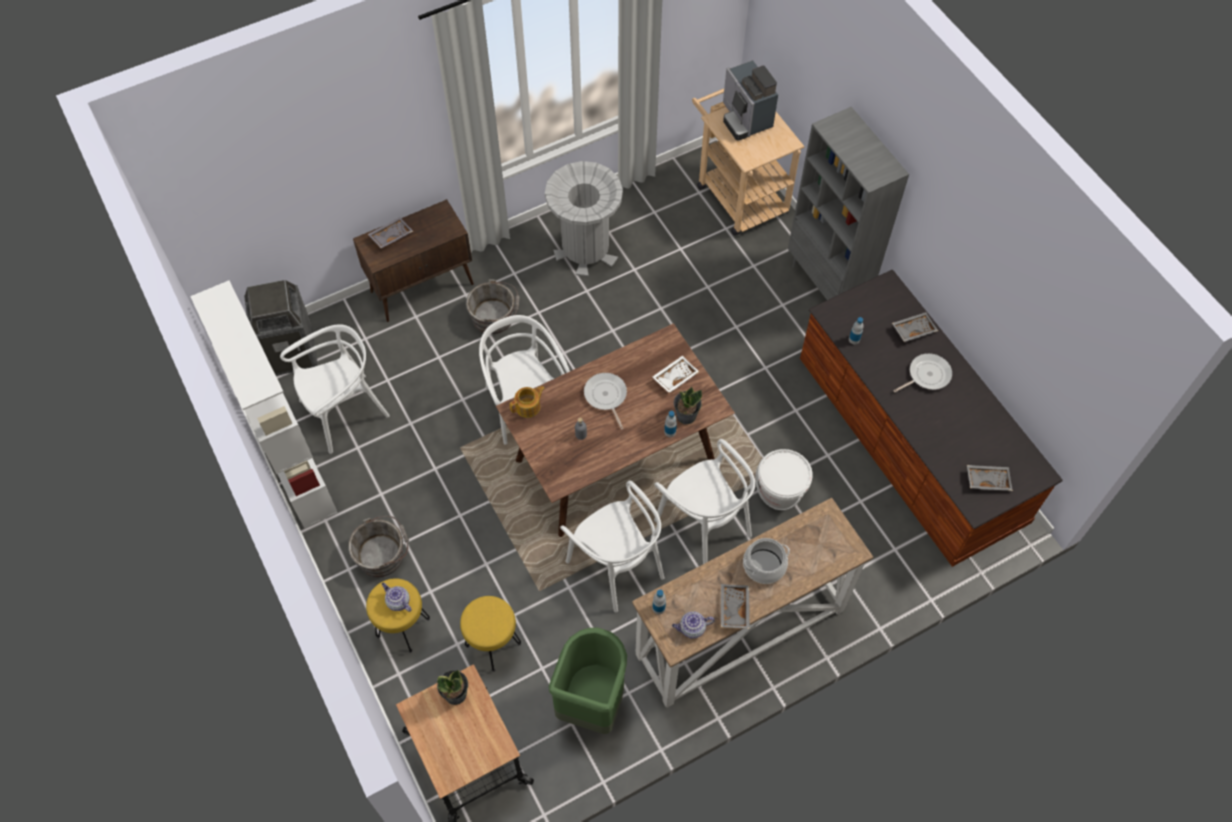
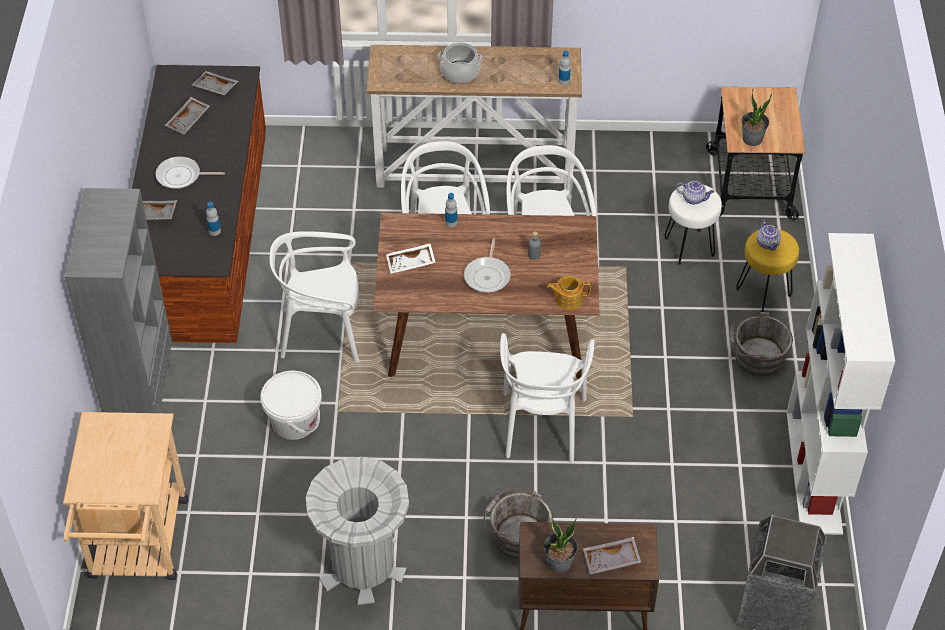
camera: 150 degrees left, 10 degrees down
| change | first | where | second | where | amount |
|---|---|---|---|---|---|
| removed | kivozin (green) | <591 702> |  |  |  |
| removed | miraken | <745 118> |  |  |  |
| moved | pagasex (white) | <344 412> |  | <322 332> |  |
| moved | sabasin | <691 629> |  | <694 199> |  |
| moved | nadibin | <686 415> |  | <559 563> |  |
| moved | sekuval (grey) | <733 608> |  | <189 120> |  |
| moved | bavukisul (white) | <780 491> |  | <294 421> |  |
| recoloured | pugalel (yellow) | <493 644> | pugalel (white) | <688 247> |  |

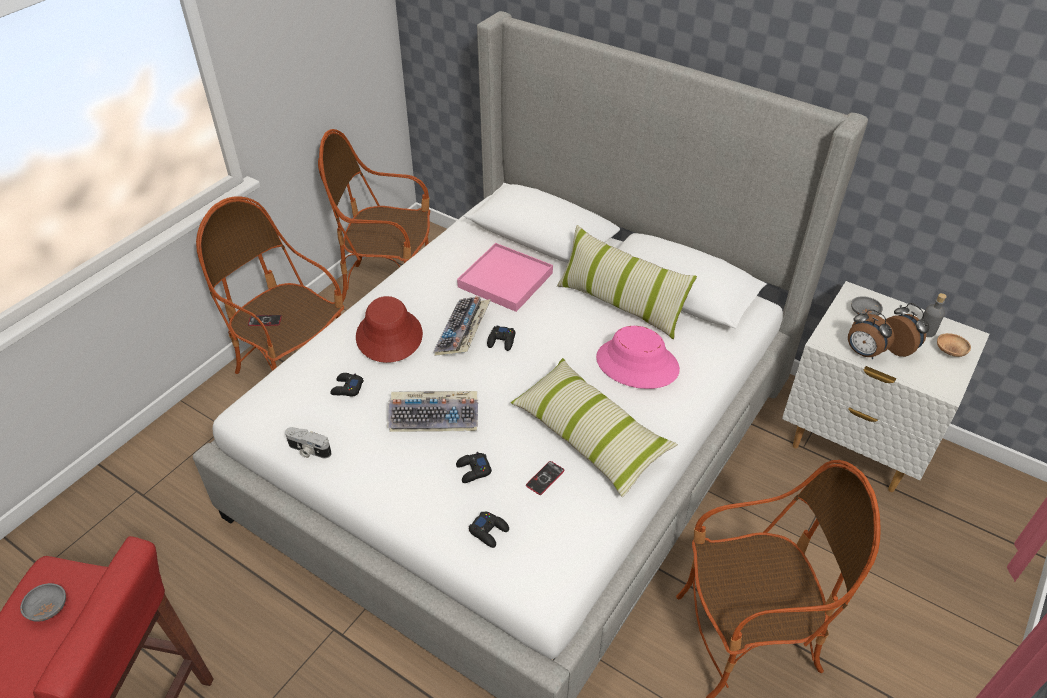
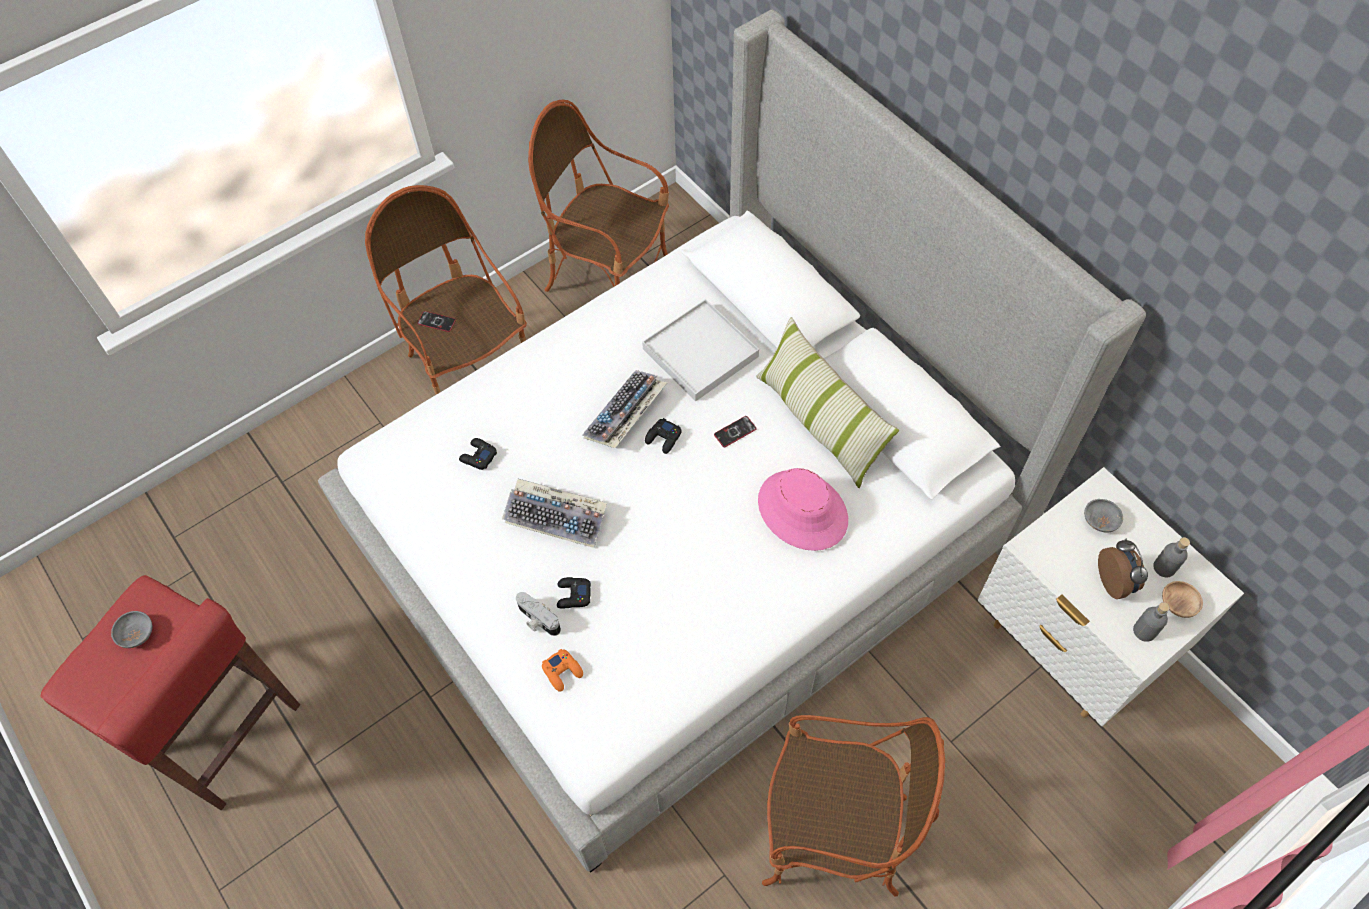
camera: 20 degrees right, 15 degrees up
| change | first | where | second | where | amount |
|---|---|---|---|---|---|
| removed | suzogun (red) | <389 336> |  |  |  |
| removed | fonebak | <589 435> |  |  |  |
| removed | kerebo | <862 352> |  |  |  |
| added |  |  | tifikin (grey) | <1144 631> |  |
| moved | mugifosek | <308 450> |  | <537 620> |  |
| moved | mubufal | <545 478> |  | <735 432> |  |
| recoloured | sekuval (pink) | <505 280> | sekuval (white) | <700 353> |  |
| recoloured | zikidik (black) | <489 531> | zikidik (orange) | <563 671> |  |

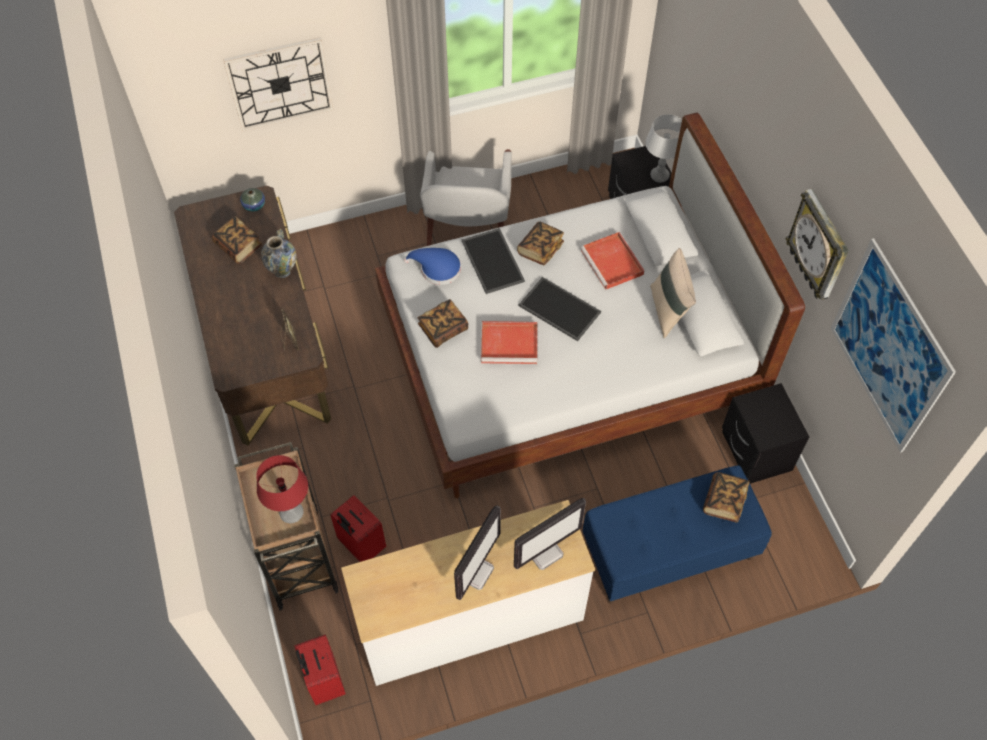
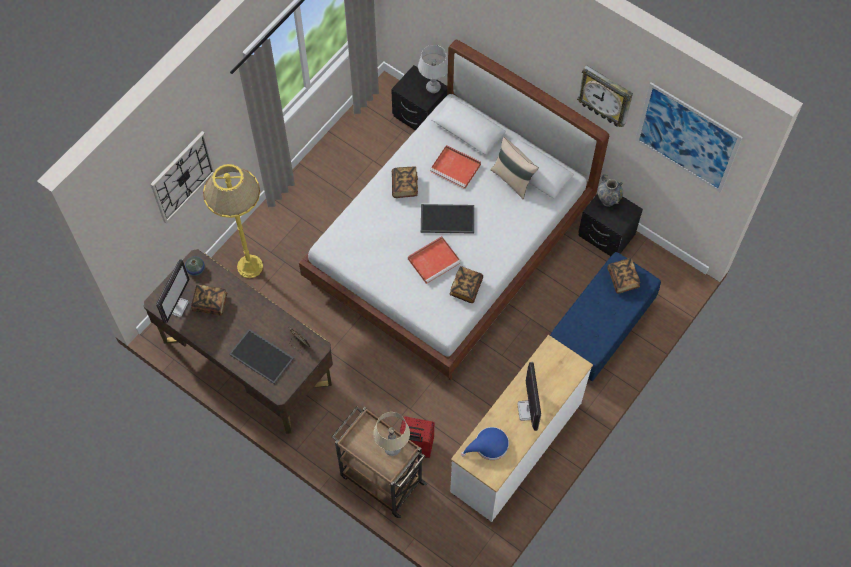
camera: 35 degrees left, 5 degrees up
| change | first | where | second | where | amount |
|---|---|---|---|---|---|
| removed | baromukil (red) | <323 681> |  |  |  |
| removed | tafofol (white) | <467 234> |  |  |  |
| added |  |  | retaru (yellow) | <250 266> |  |
| moved | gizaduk | <282 271> |  | <608 201> |  |
| moved | suzogun (blue) | <437 269> |  | <488 446> |  |
| moved | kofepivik | <443 329> |  | <466 288> |  |
| moved | sekuval | <494 261> |  | <262 356> |  |
| moved | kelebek | <544 551> |  | <176 305> |  |
| recoloured | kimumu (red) | <292 513> | kimumu (beige) | <392 448> |  |

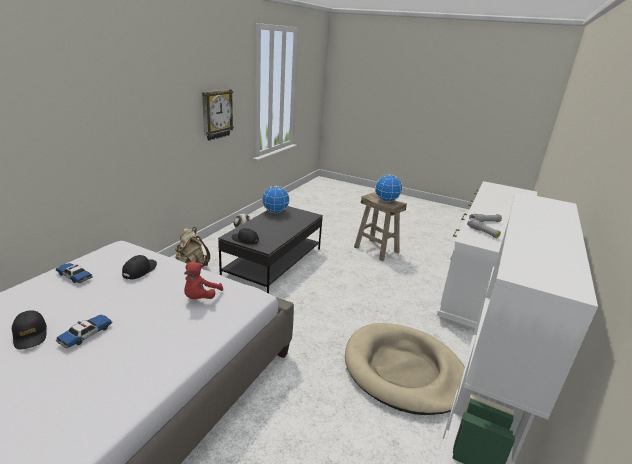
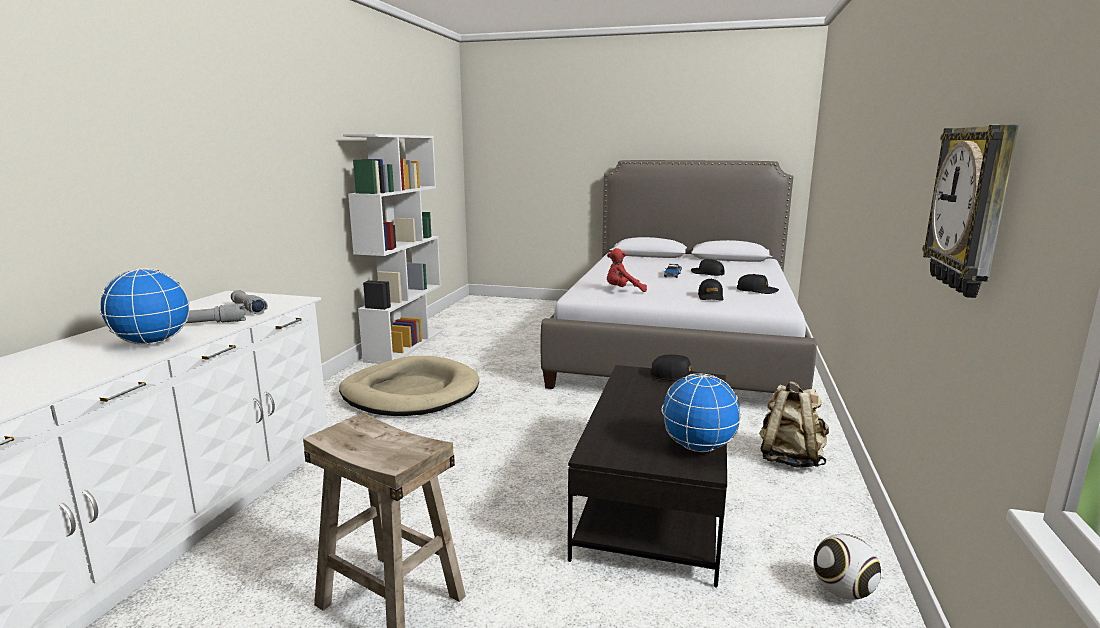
camera: 170 degrees right, 10 degrees down
| change | first | where | second | where | amount |
|---|---|---|---|---|---|
| moved | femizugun | <386 200> |  | <152 342> |  |
| replaced | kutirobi | <74 276> | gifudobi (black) | <757 290> |  |
| turned | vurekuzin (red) | <200 298> |  | <623 291> | 105 degrees counterclockwise |

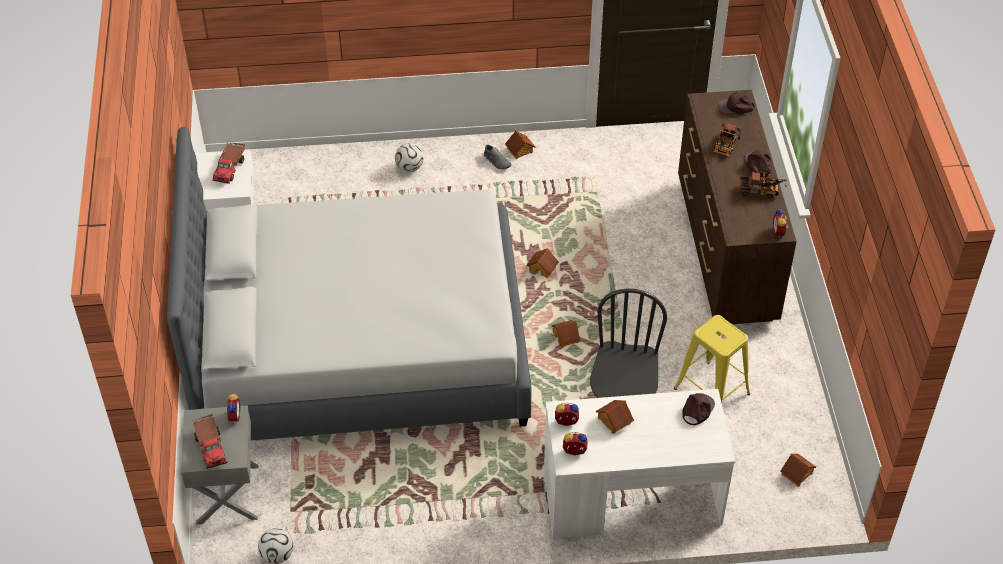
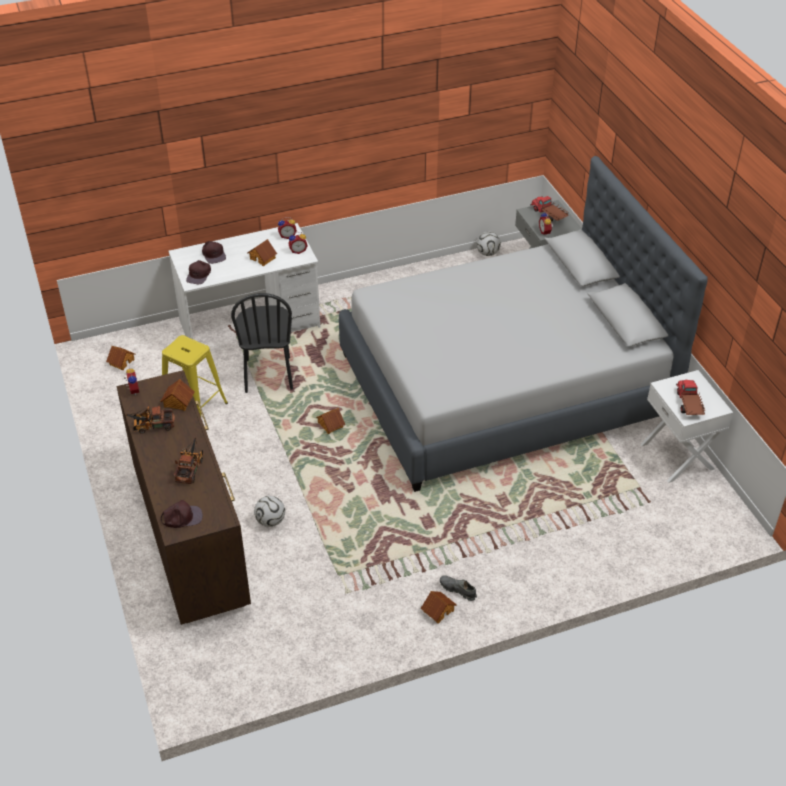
camera: 165 degrees right, 5 degrees down
| change | first | where | second | where | amount |
|---|---|---|---|---|---|
| moved | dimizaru | <409 168> |  | <270 521> |  |
| moved | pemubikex | <542 268> |  | <178 402> |  |
| moved | gifudobi (brown) | <757 165> |  | <214 254> |  |

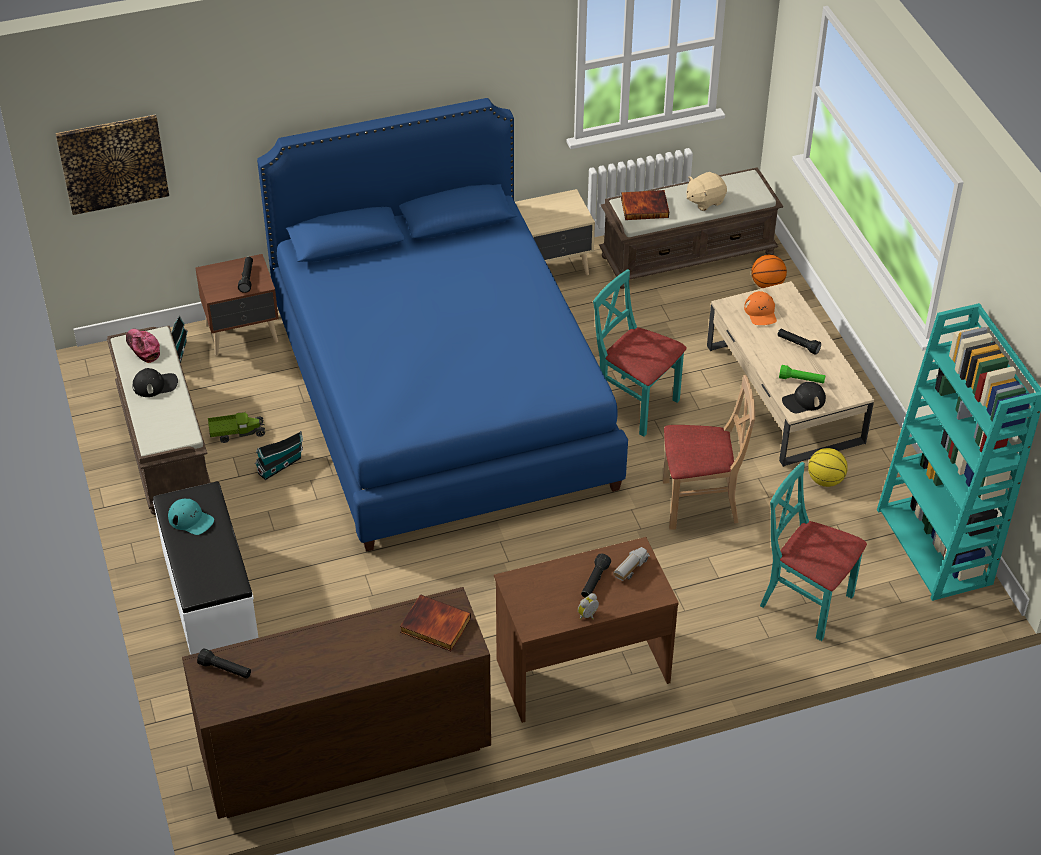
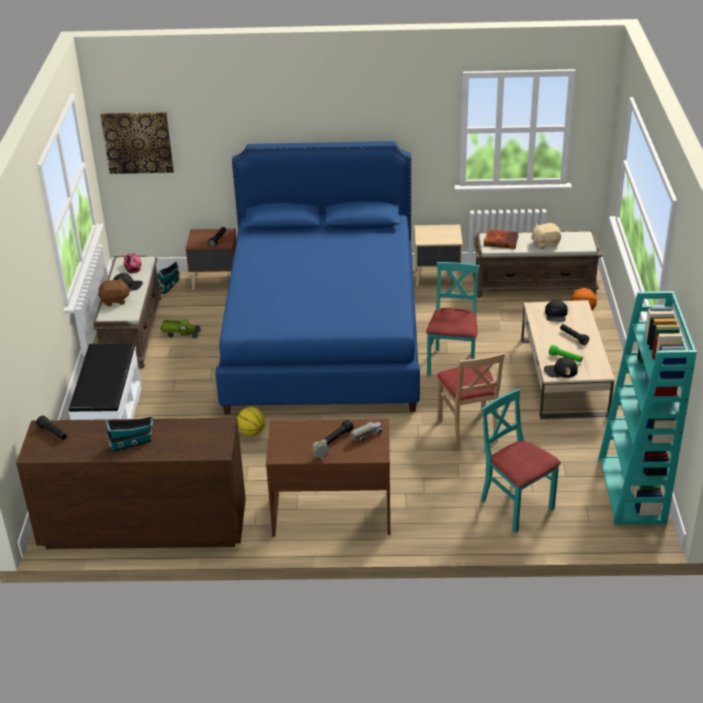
camera: 20 degrees right, 10 degrees down
| change | first | where | second | where | amount |
|---|---|---|---|---|---|
| removed | gifudobi (turquoise) | <191 519> |  |  |  |
| removed | kofepivik | <434 626> |  |  |  |
| added |  |  | vurekuzin (brown) | <115 300> |  |
| moved | pemubikex | <281 465> |  | <132 443> |  |
| moved | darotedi | <825 480> |  | <251 432> |  |
| recoloured | gifudobi (orange) | <760 312> | gifudobi (black) | <556 314> |  |
| turned | pagasex (turquoise) | <635 404> |  | <452 364> | 45 degrees clockwise |
| turned | pagasex (beige) | <700 503> |  | <468 430> | 60 degrees clockwise |

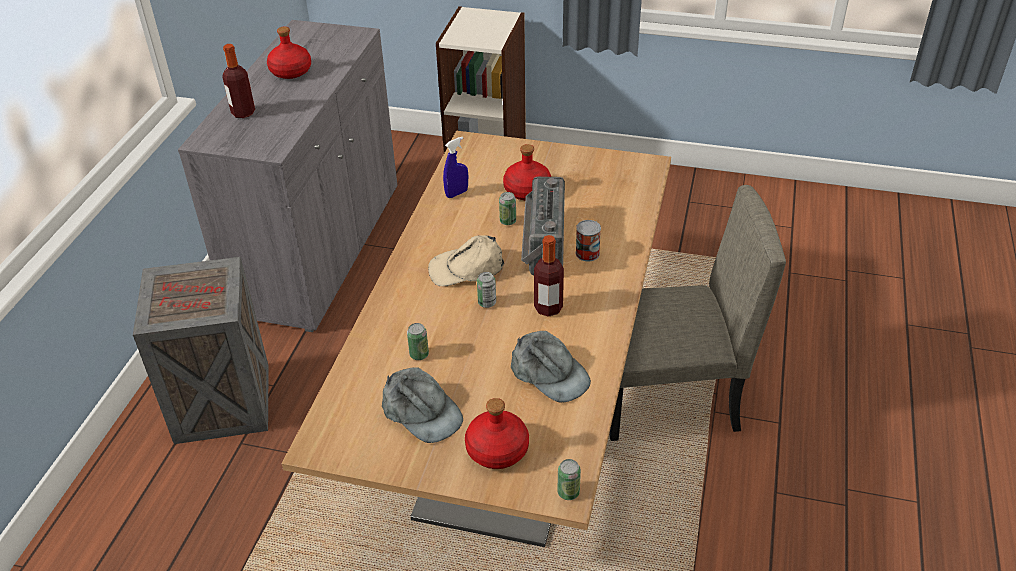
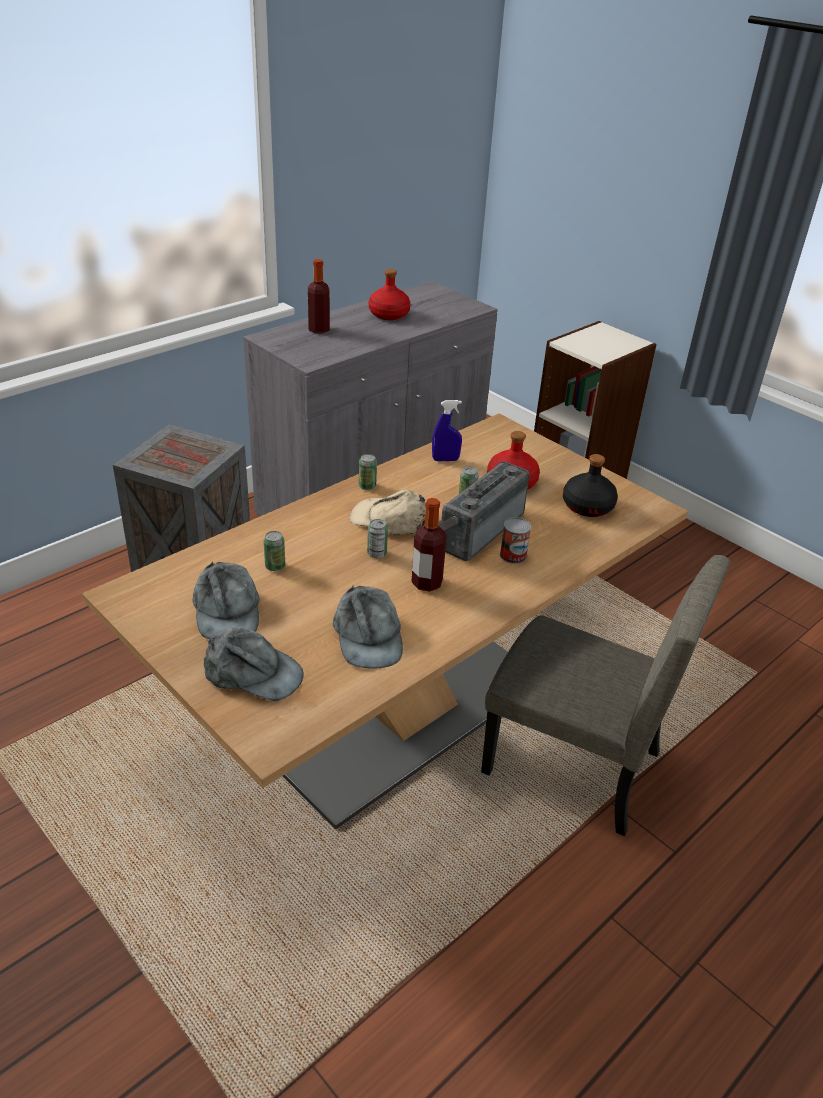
camera: 30 degrees right, 5 degrees down
| change | first | where | second | where | amount |
|---|---|---|---|---|---|
| added |  |  | tifikin (black) | <588 507> |  |
| moved | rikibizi | <568 492> |  | <367 486> |  |
| replaced | tifikin (red) | <496 450> | gifudobi (grey) | <253 673> |  |

